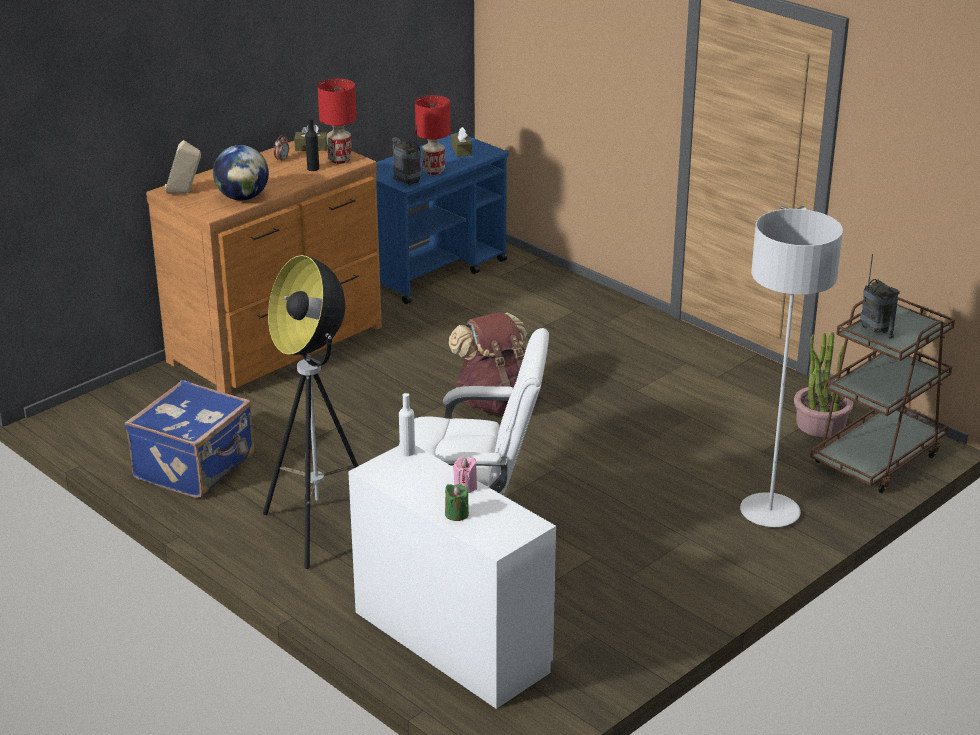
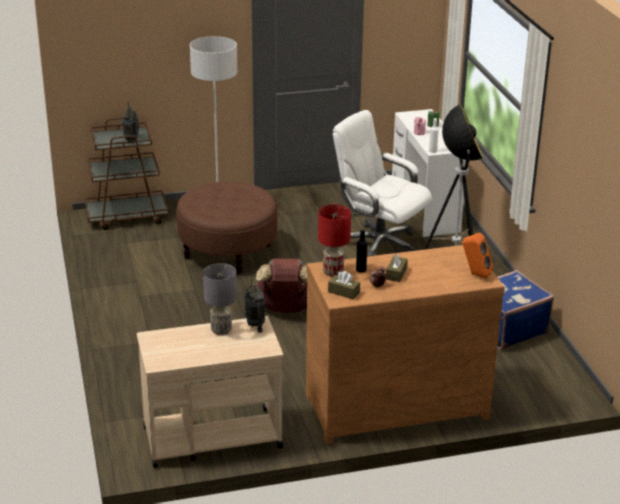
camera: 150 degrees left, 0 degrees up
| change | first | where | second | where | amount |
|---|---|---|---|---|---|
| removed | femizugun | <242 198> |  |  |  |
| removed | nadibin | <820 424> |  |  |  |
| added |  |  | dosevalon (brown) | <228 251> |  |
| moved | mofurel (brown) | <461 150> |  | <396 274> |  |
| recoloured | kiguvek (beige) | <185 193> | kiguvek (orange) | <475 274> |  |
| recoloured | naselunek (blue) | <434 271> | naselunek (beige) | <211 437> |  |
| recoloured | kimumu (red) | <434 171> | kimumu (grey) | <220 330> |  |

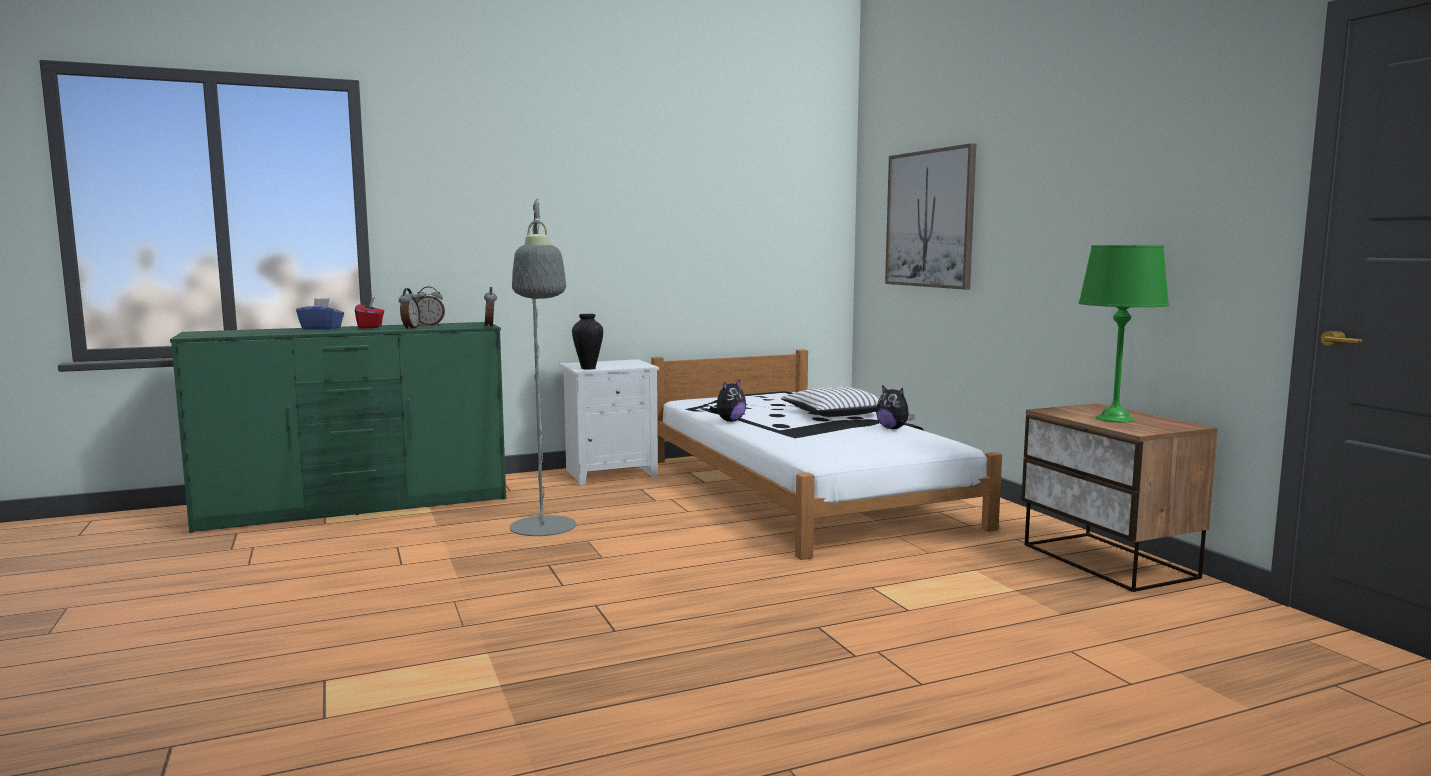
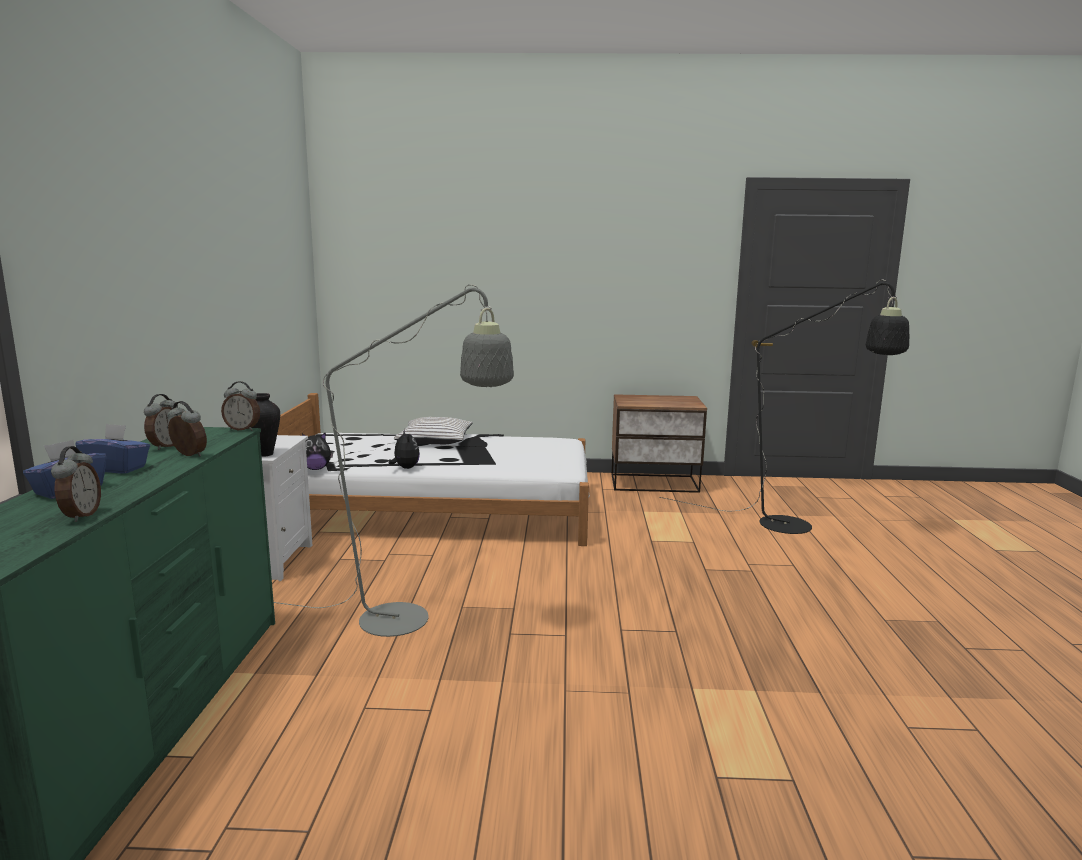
camera: 65 degrees left, 5 degrees up
| change | first | where | second | where | amount |
|---|---|---|---|---|---|
| removed | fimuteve | <930 219> |  |  |  |
| removed | kimumu (green) | <1114 418> |  |  |  |
| added |  |  | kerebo | <80 516> |  |
| added |  |  | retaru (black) | <799 527> |  |
| moved | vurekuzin | <893 428> |  | <316 469> |  |
| recoloured | mofurel (red) | <370 327> | mofurel (blue) | <117 468> |  |

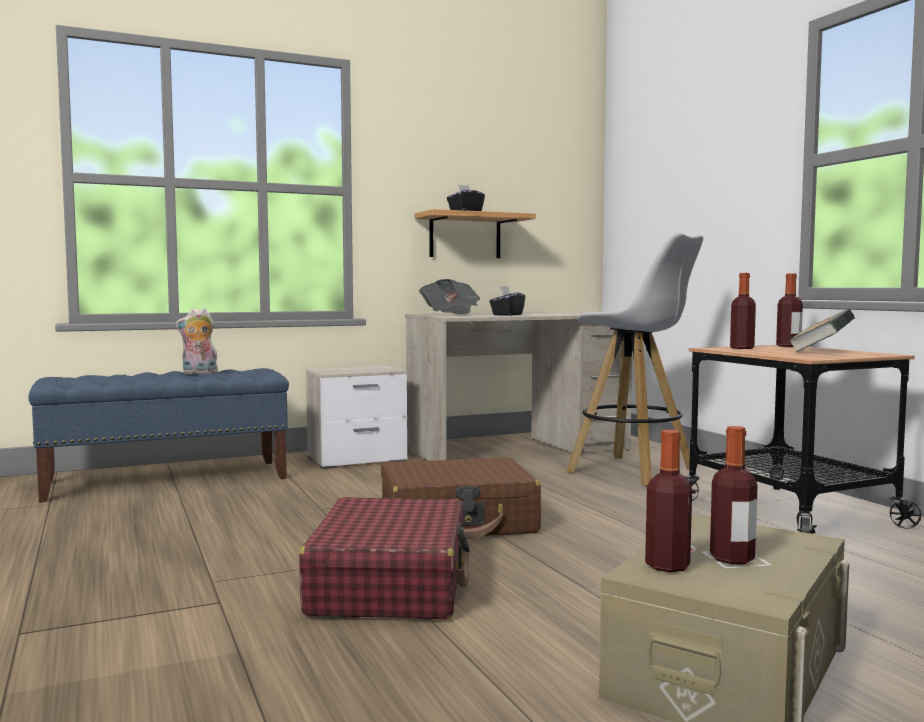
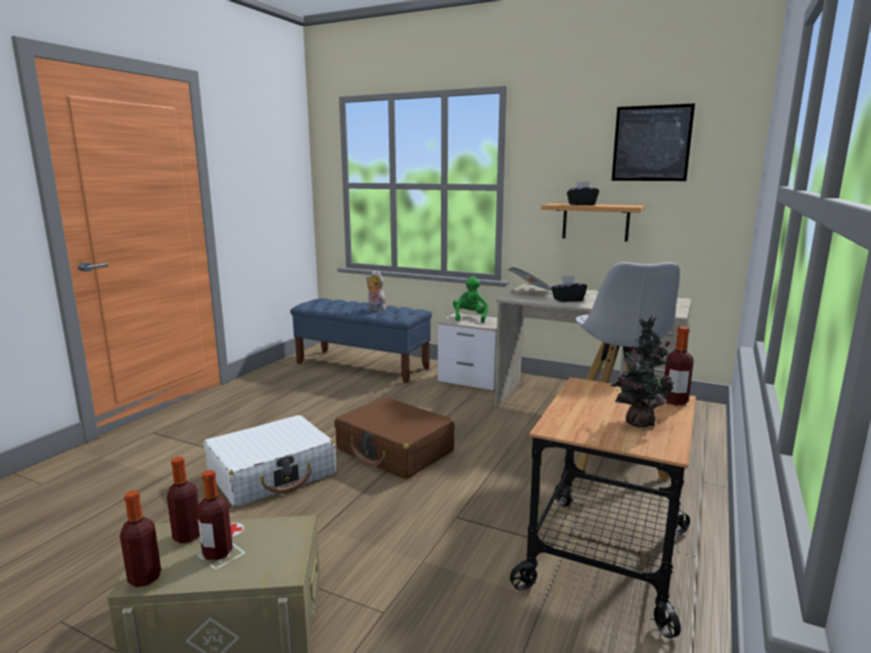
camera: 50 degrees right, 10 degrees up
| change | first | where | second | where | amount |
|---|---|---|---|---|---|
| added |  |  | vurekuzin (green) | <470 318> |  |
| added |  |  | fimuteve | <651 143> |  |
| moved | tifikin | <742 348> |  | <145 578> |  |
| replaced | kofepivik | <820 351> | nadibin | <637 422> |  |
| recoloured | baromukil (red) | <390 584> | baromukil (white) | <272 474> |  |

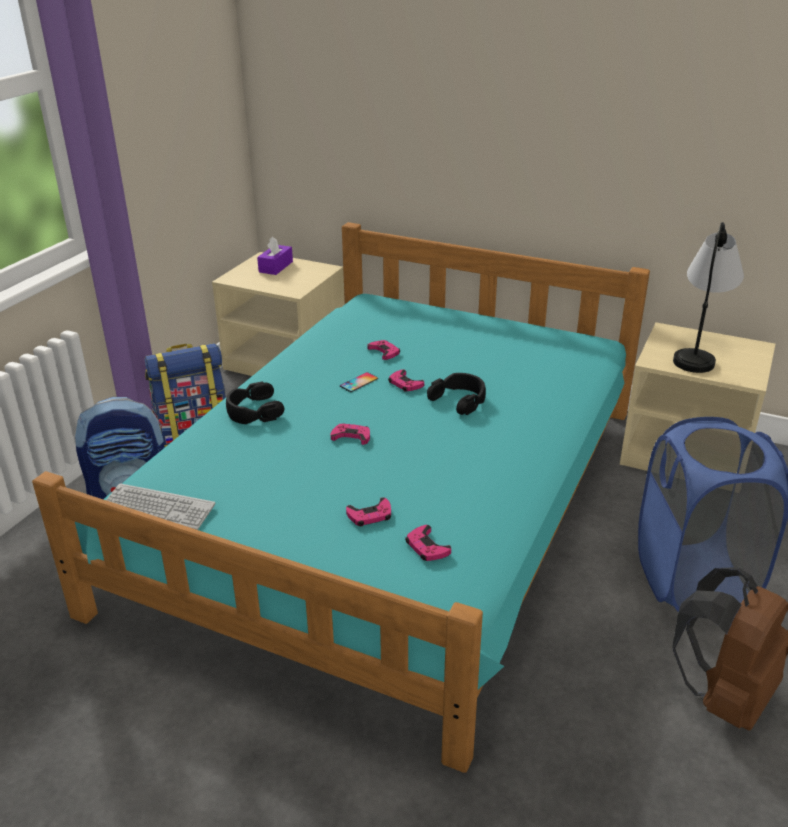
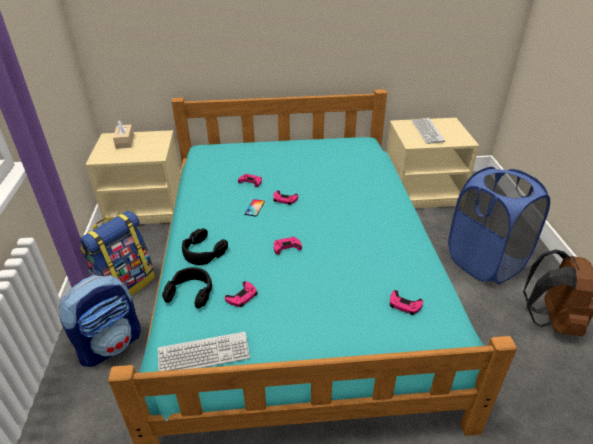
camera: 30 degrees left, 5 degrees up
| change | first | where | second | where | amount |
|---|---|---|---|---|---|
| moved | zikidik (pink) | <370 515> |  | <242 297> |  |
| moved | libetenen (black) | <459 400> |  | <191 292> |  |
| replaced | kimumu | <698 351> | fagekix | <427 131> |  |
| recoloured | mofurel (purple) | <276 267> | mofurel (beige) | <125 141> |  |

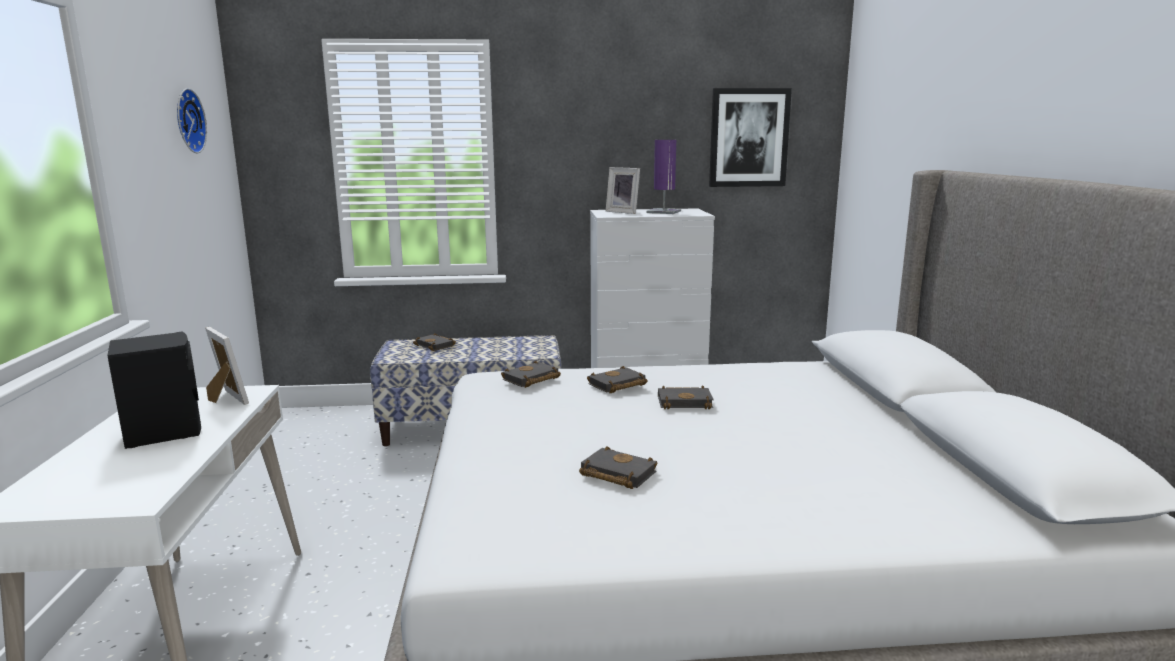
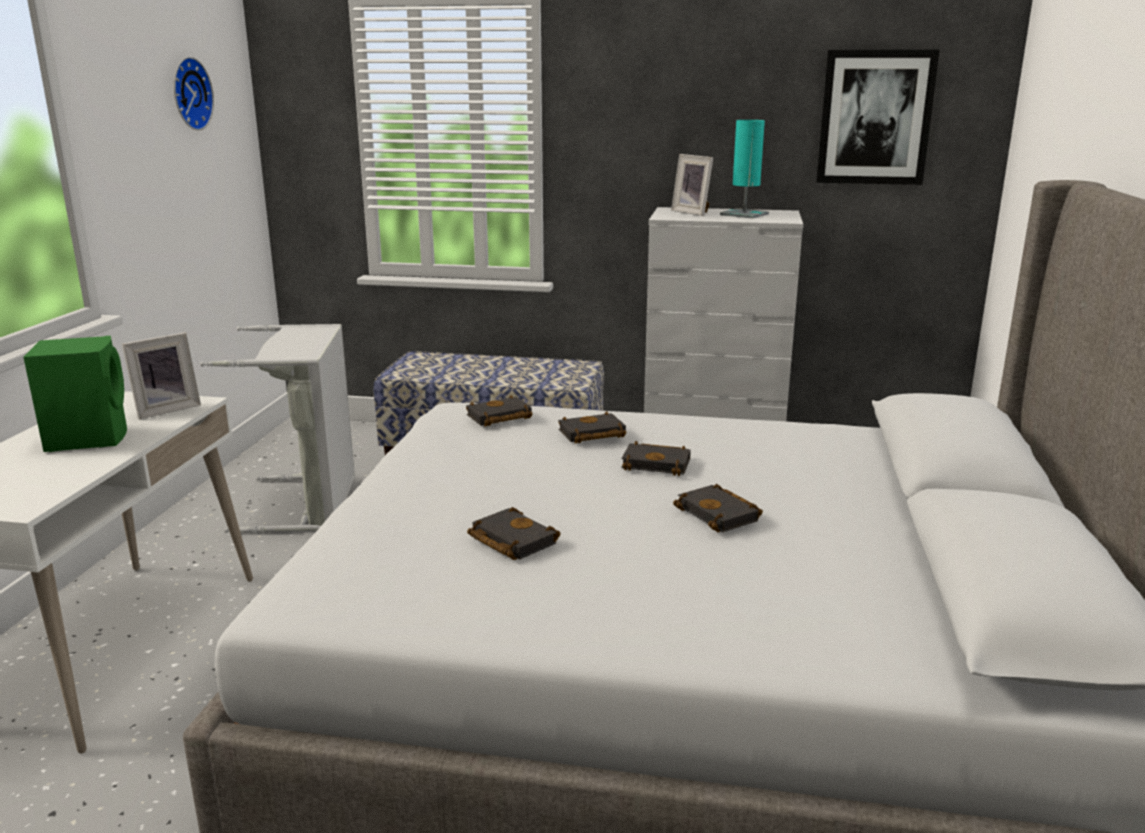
camera: 15 degrees right, 5 degrees up
| change | first | where | second | where | amount |
|---|---|---|---|---|---|
| added |  |  | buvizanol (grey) | <311 504> |  |
| moved | kofepivik (black) | <436 345> |  | <720 514> |  |
| recoloured | kiguvek (black) | <163 431> | kiguvek (green) | <89 438> |  |
| recoloured | kimumu (purple) | <663 212> | kimumu (turquoise) | <744 214> |  |
| turned | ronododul | <225 399> |  | <166 409> | 75 degrees clockwise |

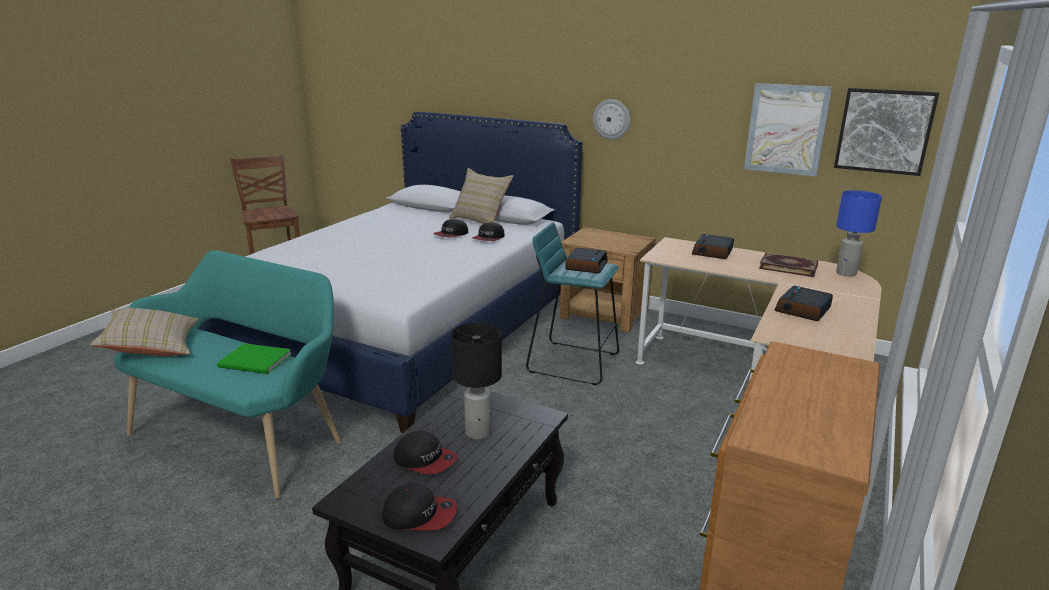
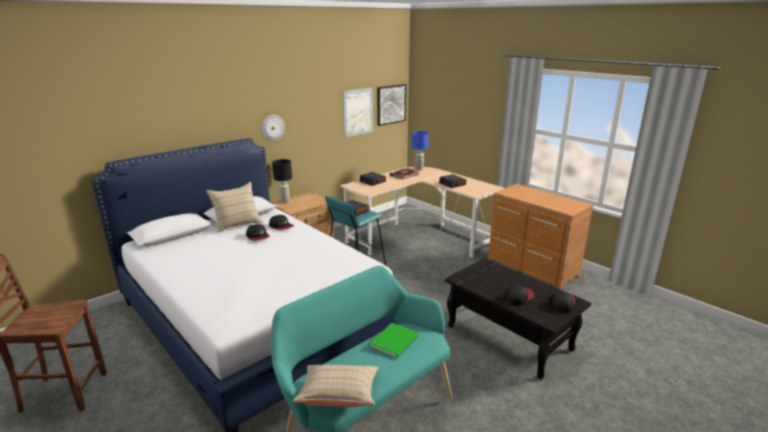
camera: 70 degrees left, 0 degrees up
| change | first | where | second | where | amount |
|---|---|---|---|---|---|
| moved | kimumu (black) | <478 432> |  | <284 201> |  |

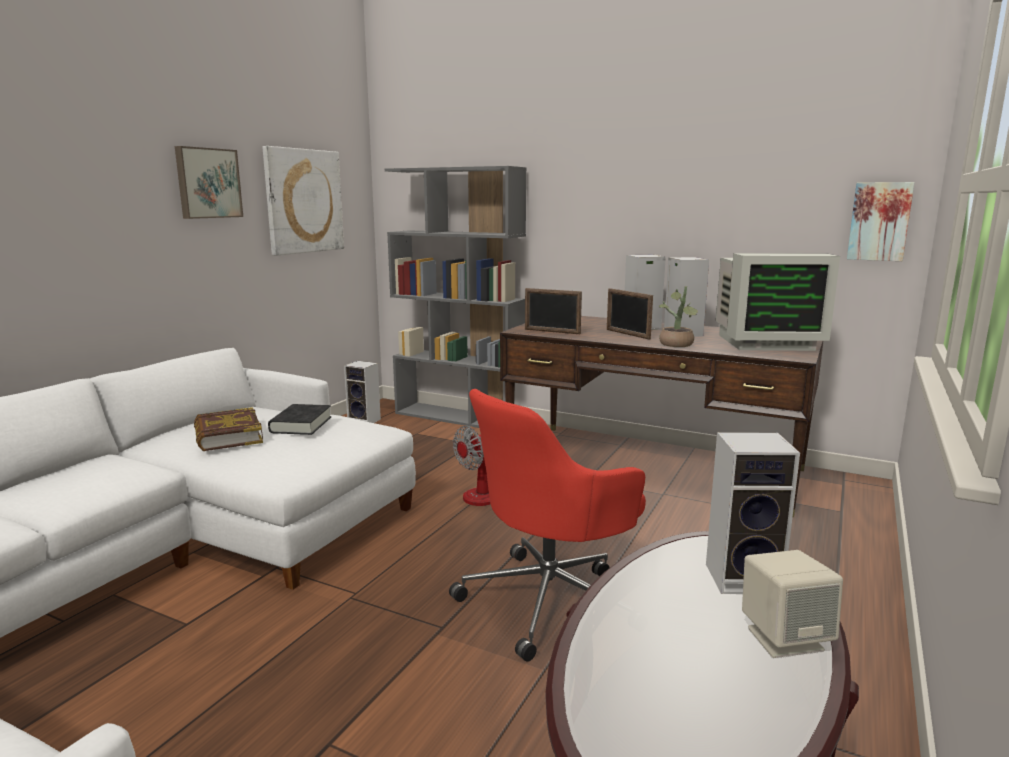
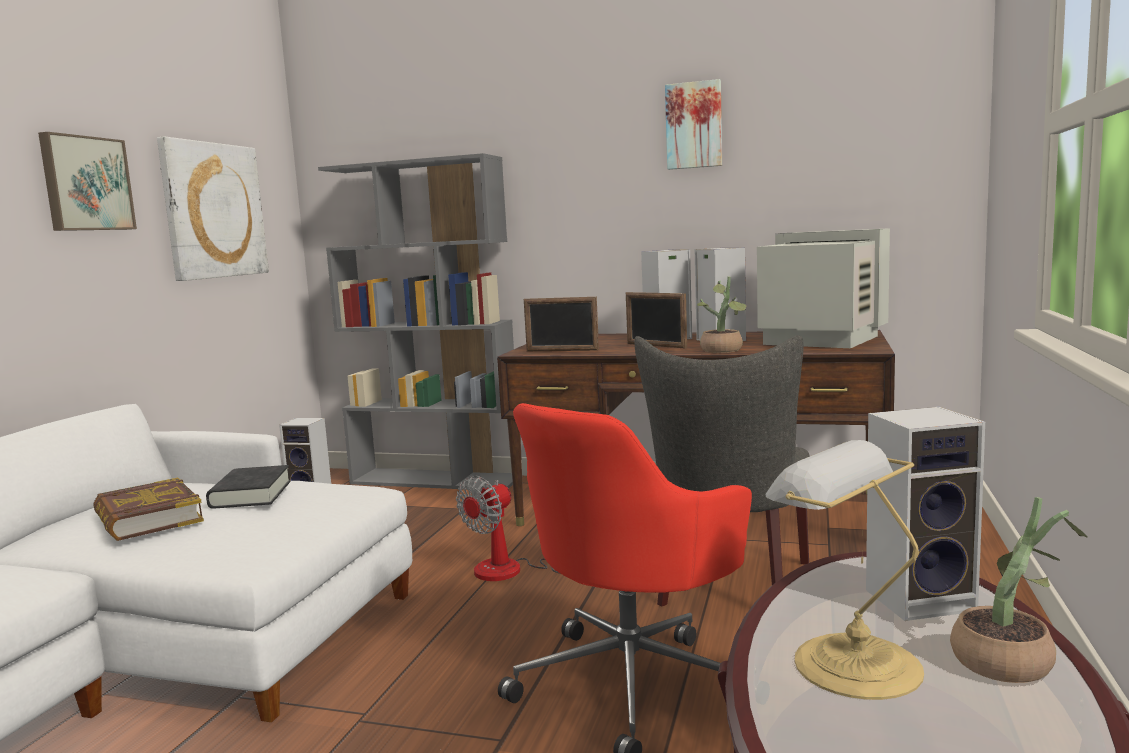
camera: 10 degrees left, 5 degrees down
| change | first | where | second | where | amount |
|---|---|---|---|---|---|
| added |  |  | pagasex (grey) | <731 587> |  |
| added |  |  | kimumu | <850 663> |  |
| moved | fimuteve | <879 221> |  | <694 125> |  |
| replaced | kiguvek (beige) | <784 638> | nadibin | <1012 660> |  |
| turned | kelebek | <764 342> |  | <820 340> | 135 degrees counterclockwise |

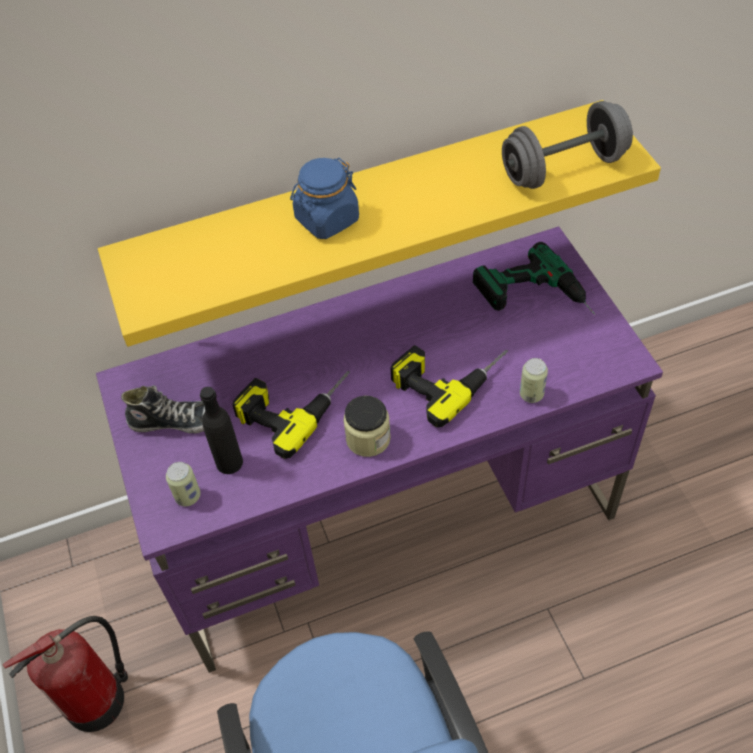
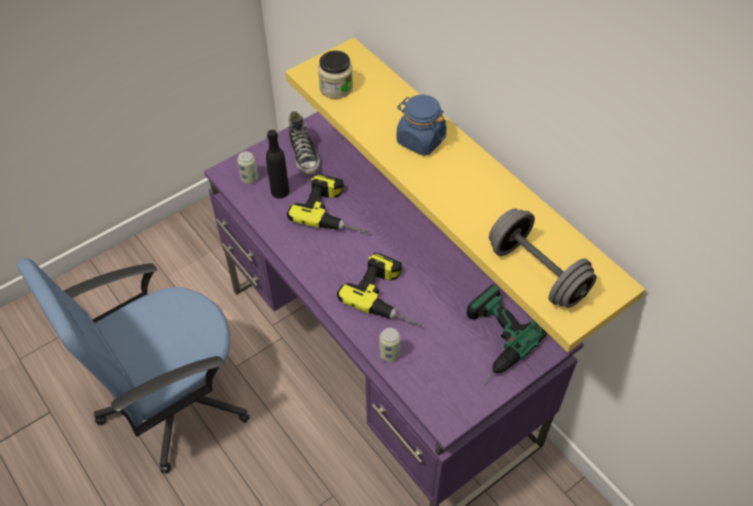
camera: 70 degrees right, 0 degrees up
| change | first | where | second | where | amount |
|---|---|---|---|---|---|
| removed | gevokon | <98 699> |  |  |  |
| moved | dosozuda | <368 438> |  | <336 88> |  |

